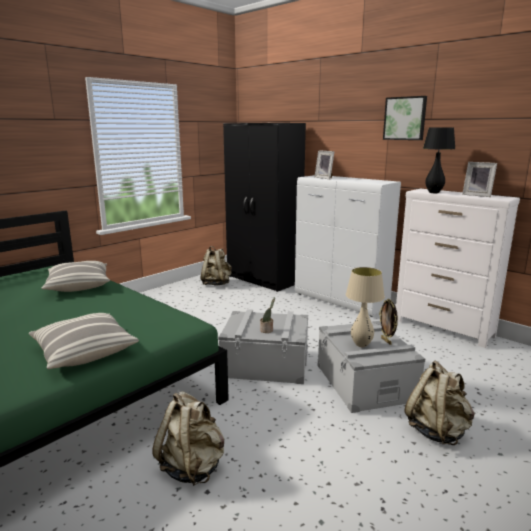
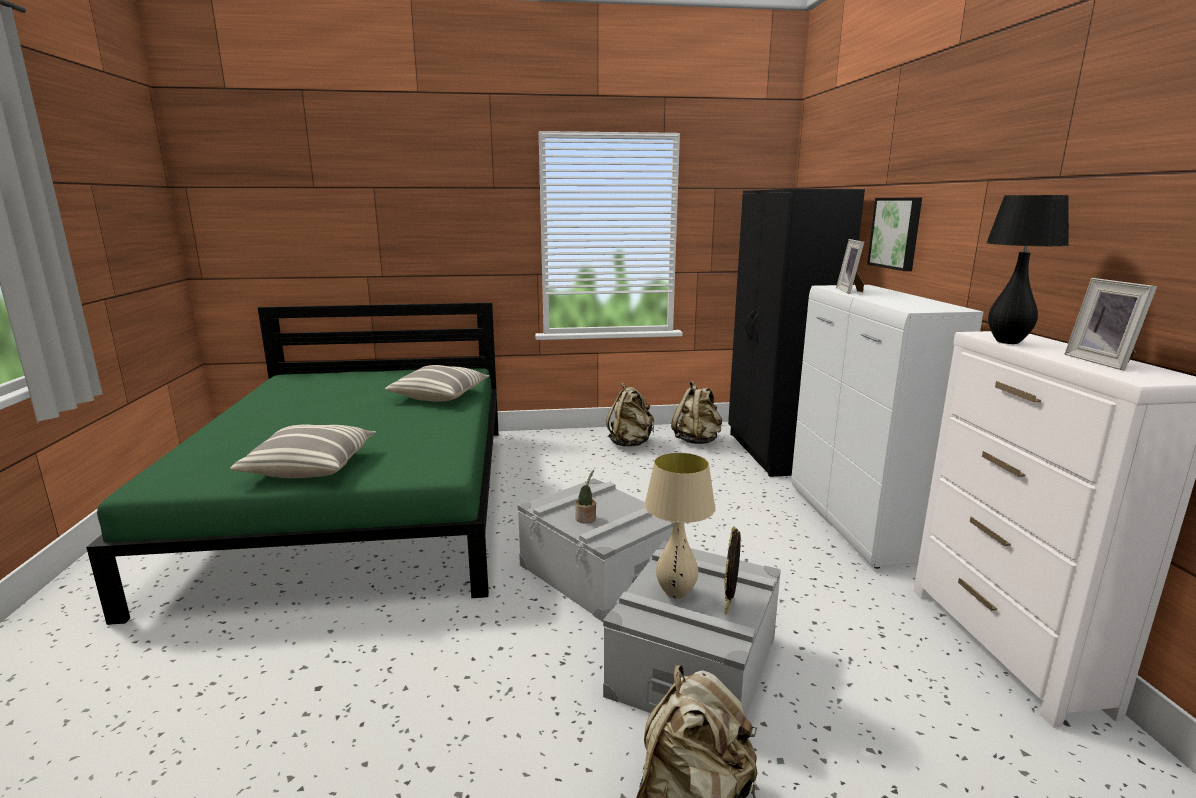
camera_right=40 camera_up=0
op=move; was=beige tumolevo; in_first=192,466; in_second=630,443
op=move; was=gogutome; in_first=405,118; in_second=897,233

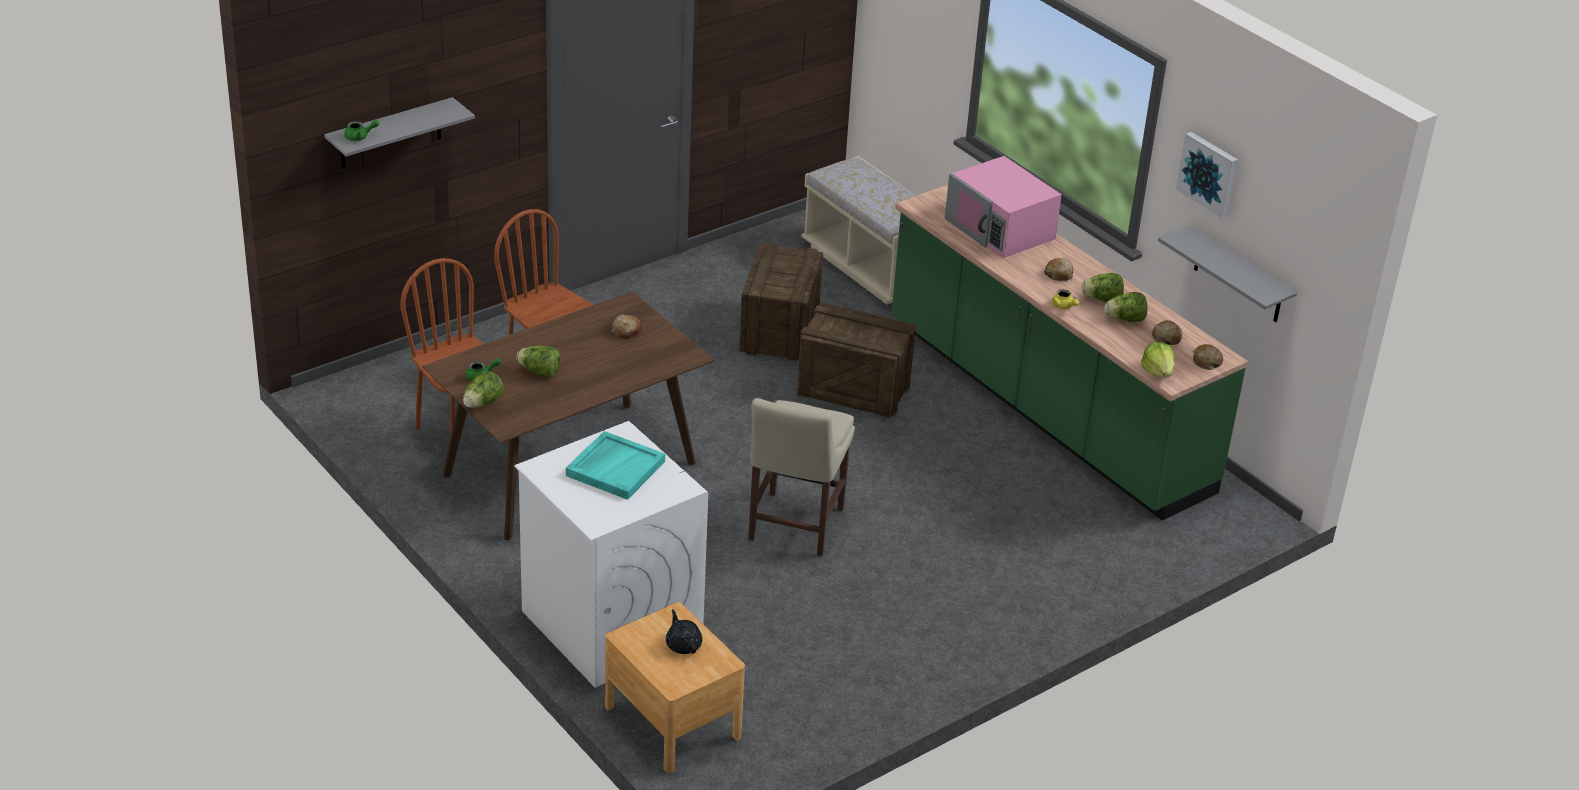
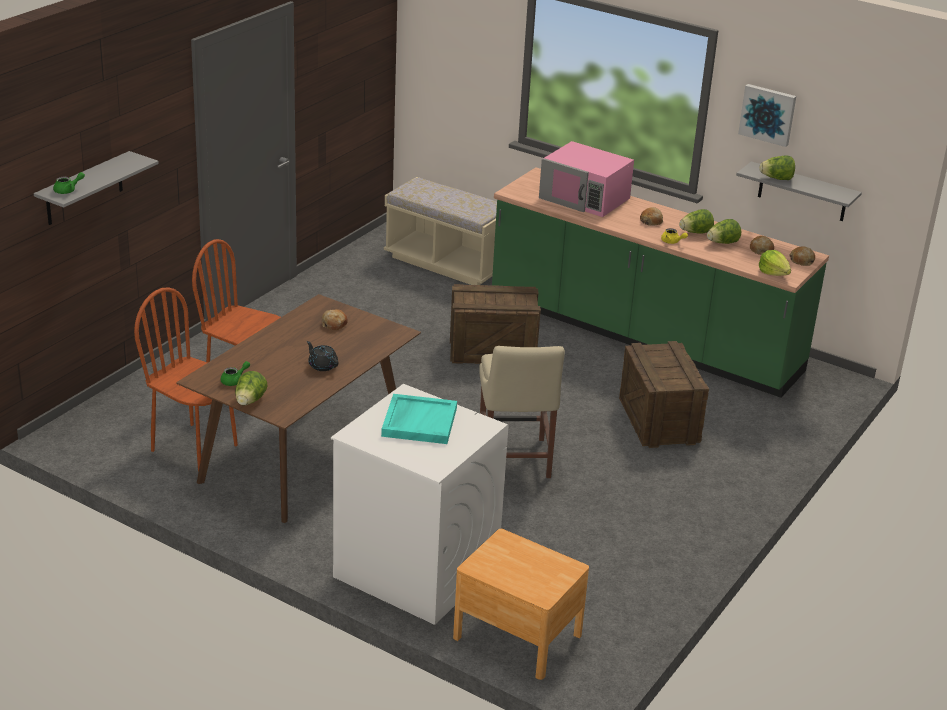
camera_right=-20 camera_up=-5
op=move; was=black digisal; in_first=683,644; in_second=322,365
op=move; was=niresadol; in_first=779,330; in_second=658,420
op=move; was=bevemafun; in_first=539,372; in_second=776,179

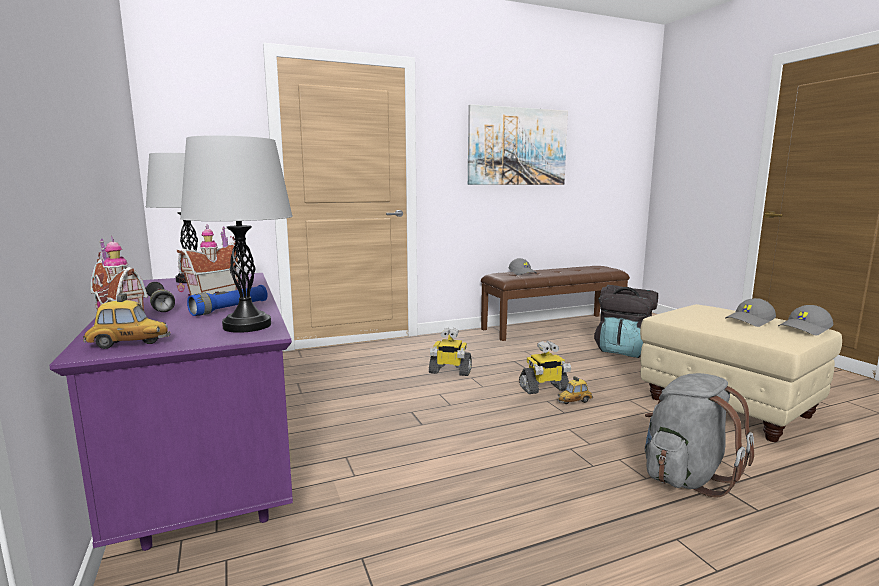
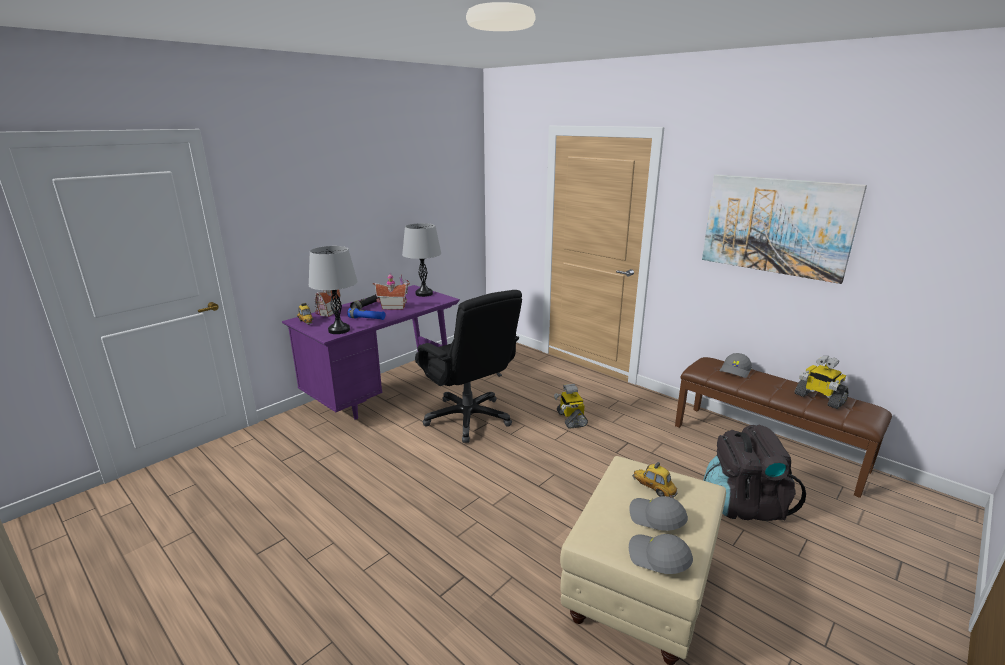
camera_right=65 camera_up=10
op=insert; now=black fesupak; in_second=468,418
op=move; was=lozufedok; in_first=574,402; in_second=653,489
op=move; was=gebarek; in_first=544,388; in_second=819,398
op=delete; was=grey tumolevo; in_first=685,476

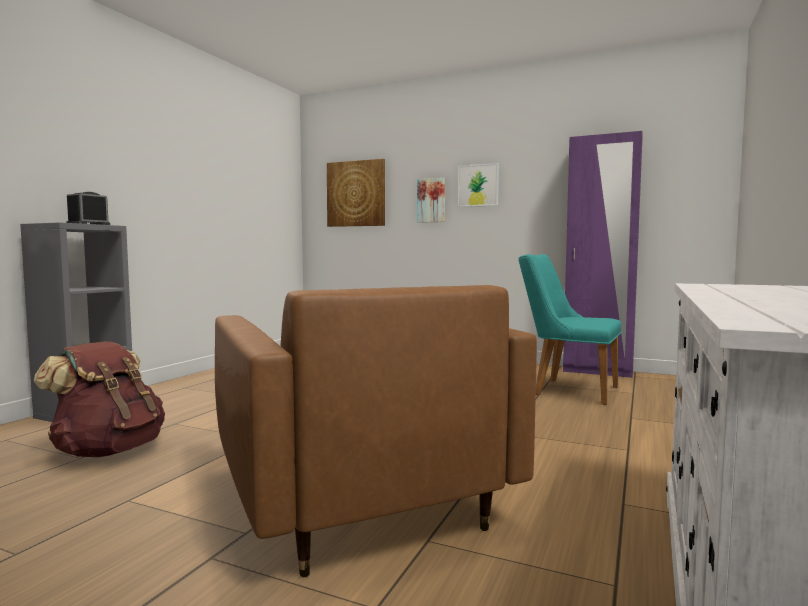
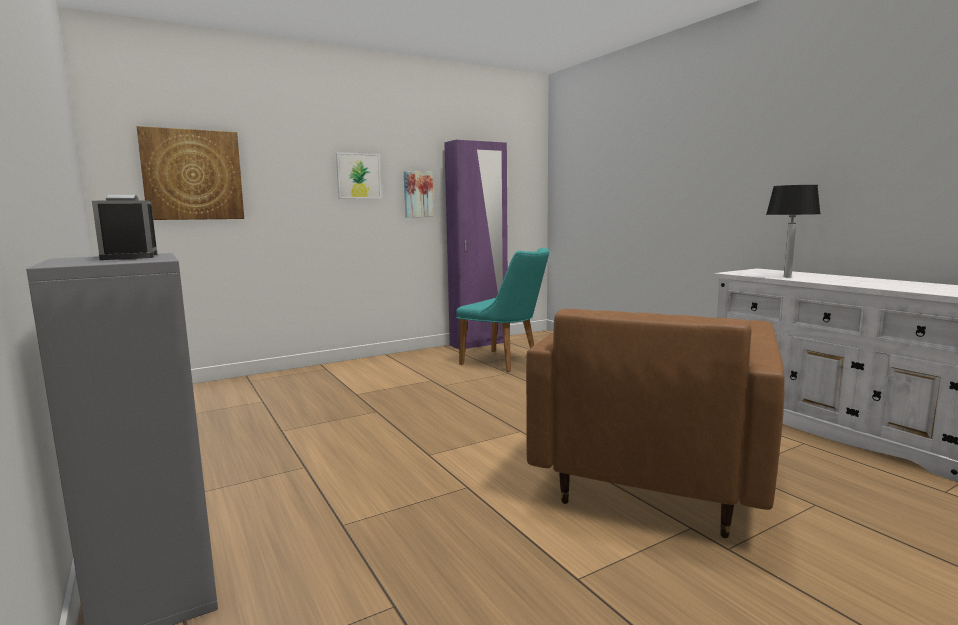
camera_right=-55 camera_up=5
op=move; was=gogutome; in_first=431,200; in_second=418,194
op=rotate; was=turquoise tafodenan; in_first=567,389; in_second=506,362; clockwise=-120
op=rotate; was=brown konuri; in_first=357,498; in_second=653,475; clockwise=105
op=insert; now=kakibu; in_second=787,277
op=delete; was=brown tumolevo; in_first=109,451

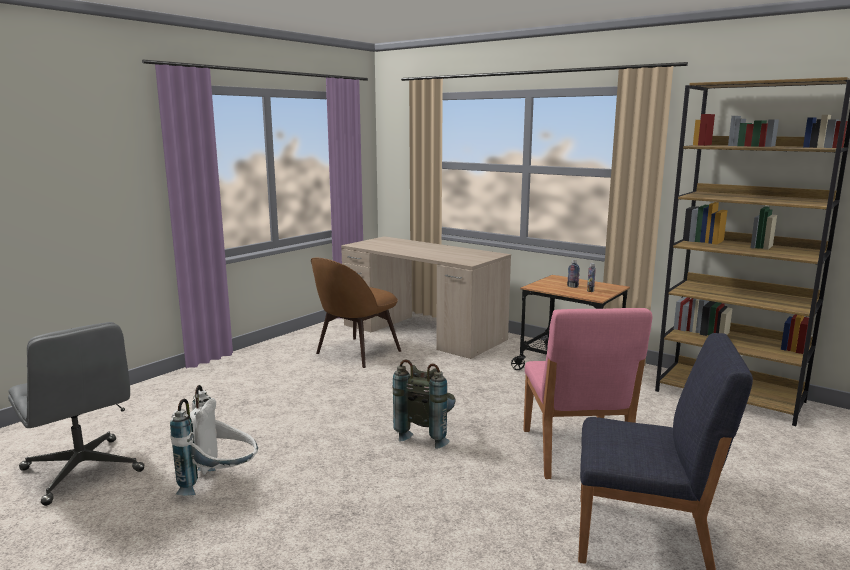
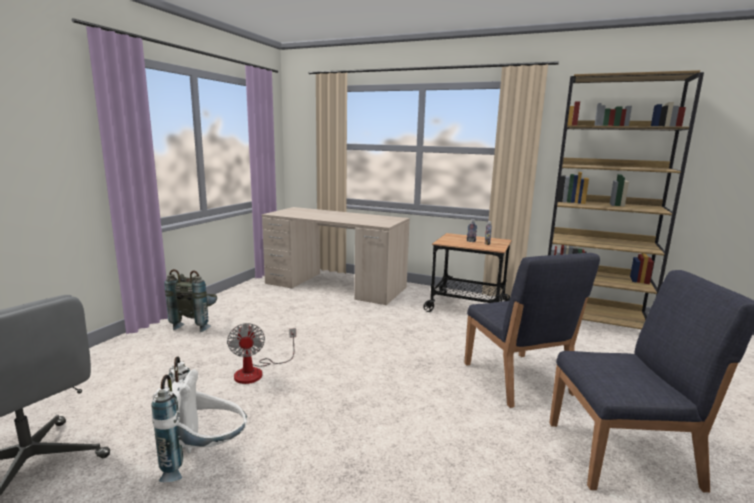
camera_right=-15 camera_up=0
op=move; was=grey tumolevo; in_first=427,434; in_second=196,324
op=insert; now=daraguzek; in_second=257,371
op=recolor; was=pink tafodenan; now=blue tafodenan; in_first=575,452; in_second=517,379
op=delete; was=brown tafodenan; in_first=356,353

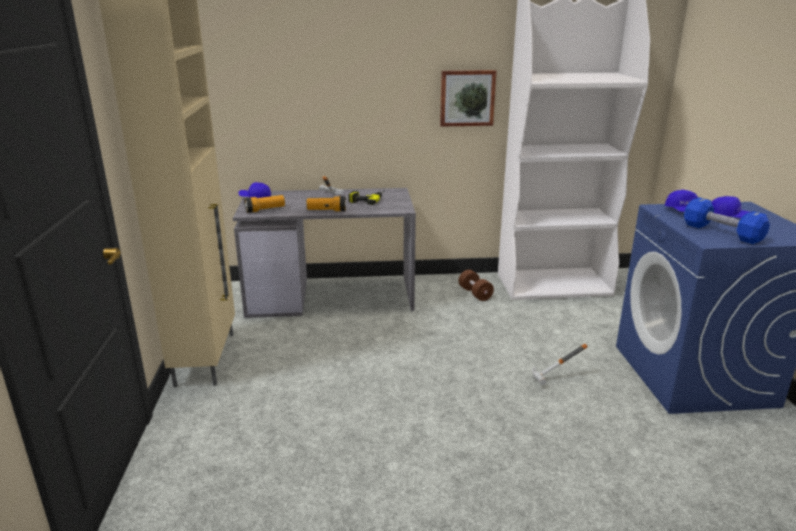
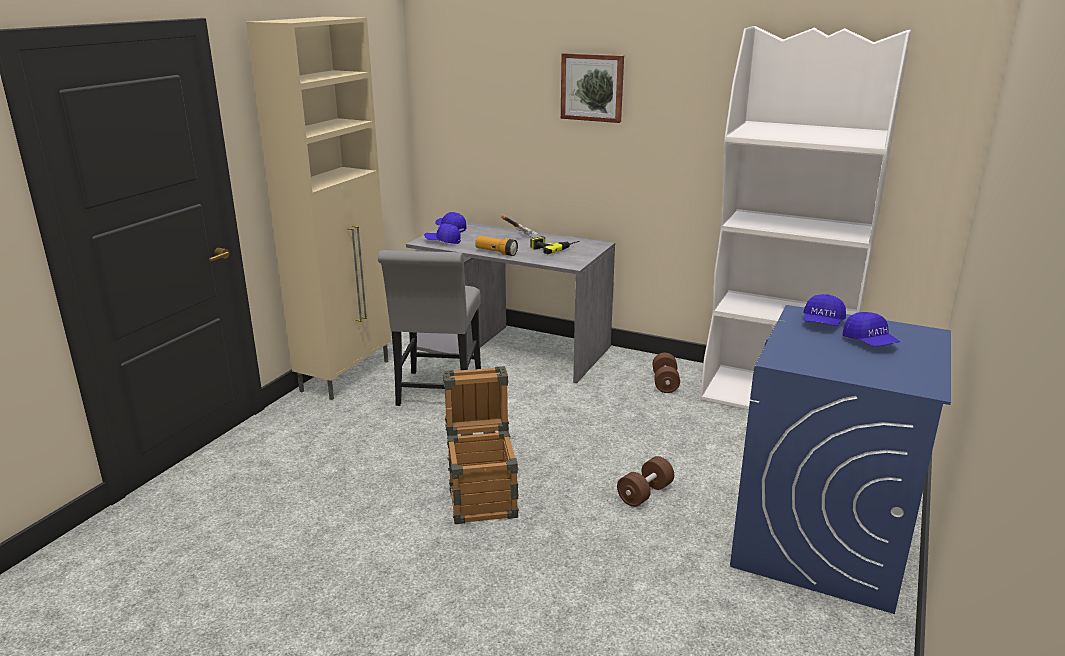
camera_right=30 camera_up=0
op=insert; now=grey tafodenan; in_second=438,393
op=replace; was=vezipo; now=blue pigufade; in_first=265,210; in_second=443,241
op=insert; now=niresadol; in_second=482,496
op=move; was=gogutome; in_first=467,98; in_second=592,87
op=replace; was=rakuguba; now=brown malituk; in_first=557,380; in_second=645,493
op=delete; was=blue malituk; in_first=722,233

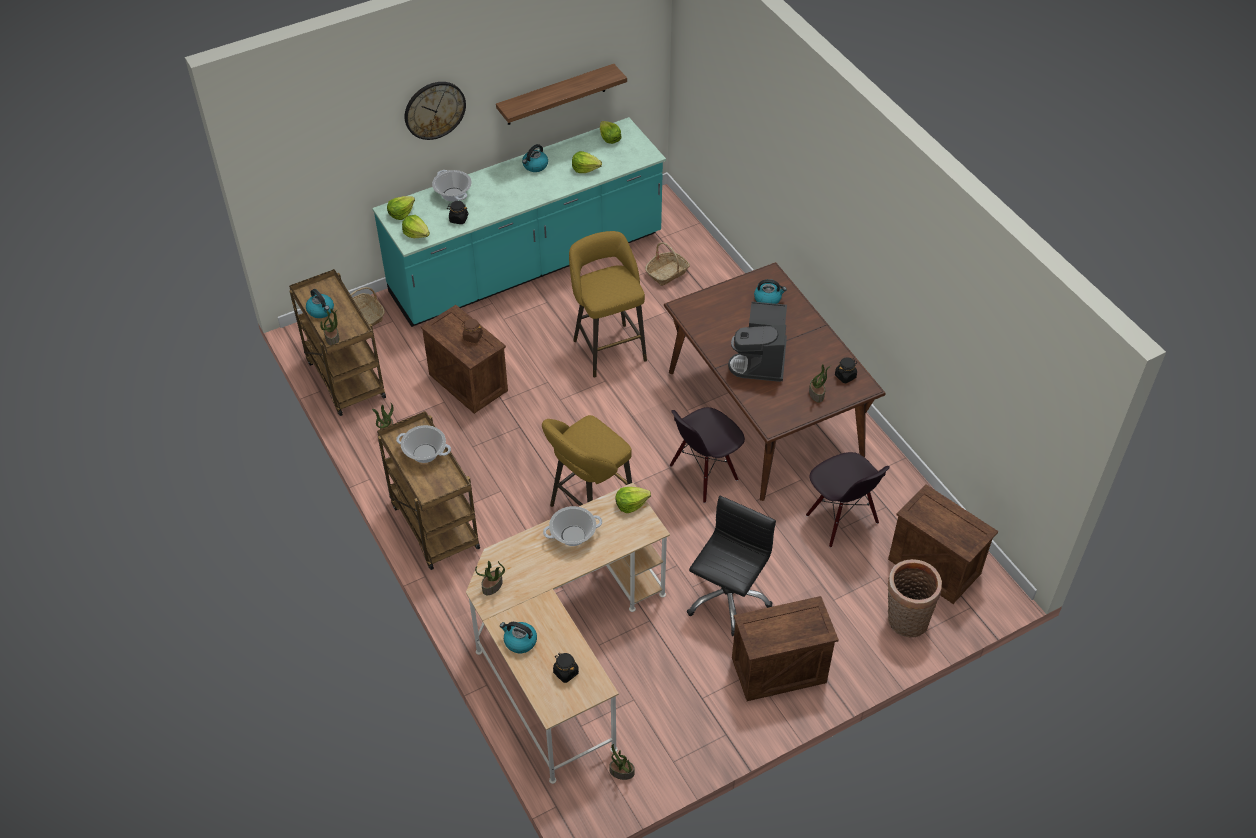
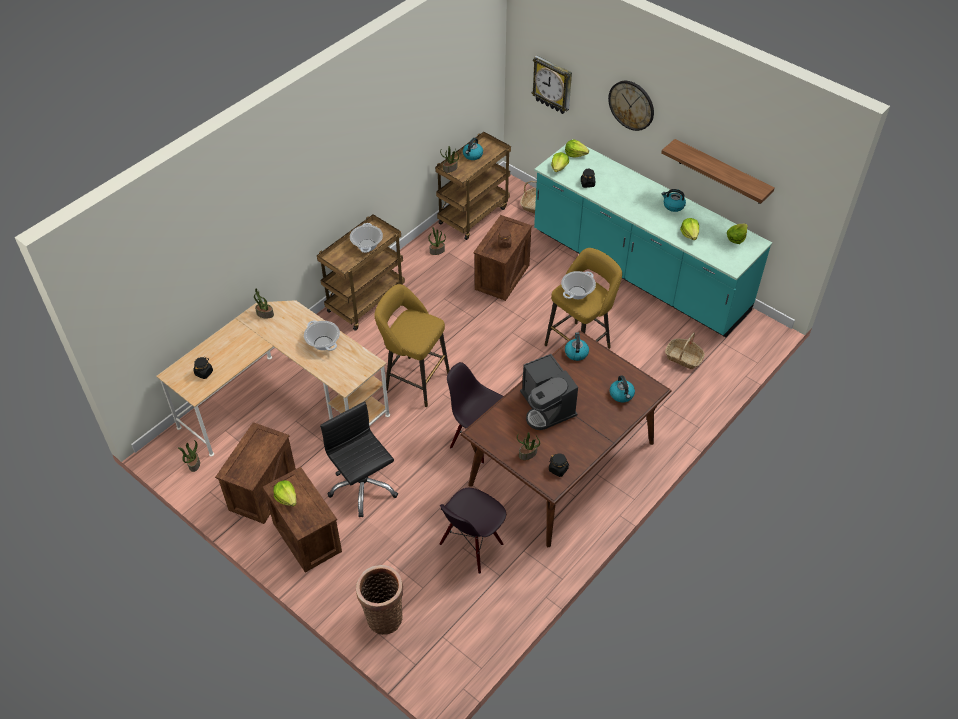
camera_right=70 camera_up=0
op=move; was=niresadol; in_first=933,567; in_second=262,490
op=move; was=bevemafun; in_first=631,504; in_second=287,498
op=rotate; was=black fesupak; in_first=727,598; in_second=363,487; clockwise=-135
op=rotate; was=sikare; in_first=761,361; in_second=547,407; clockwise=-105
op=insert; now=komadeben; in_second=552,85
op=move; was=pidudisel; in_first=453,194; in_second=577,292
op=move; was=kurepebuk; in_first=519,641; in_second=576,352

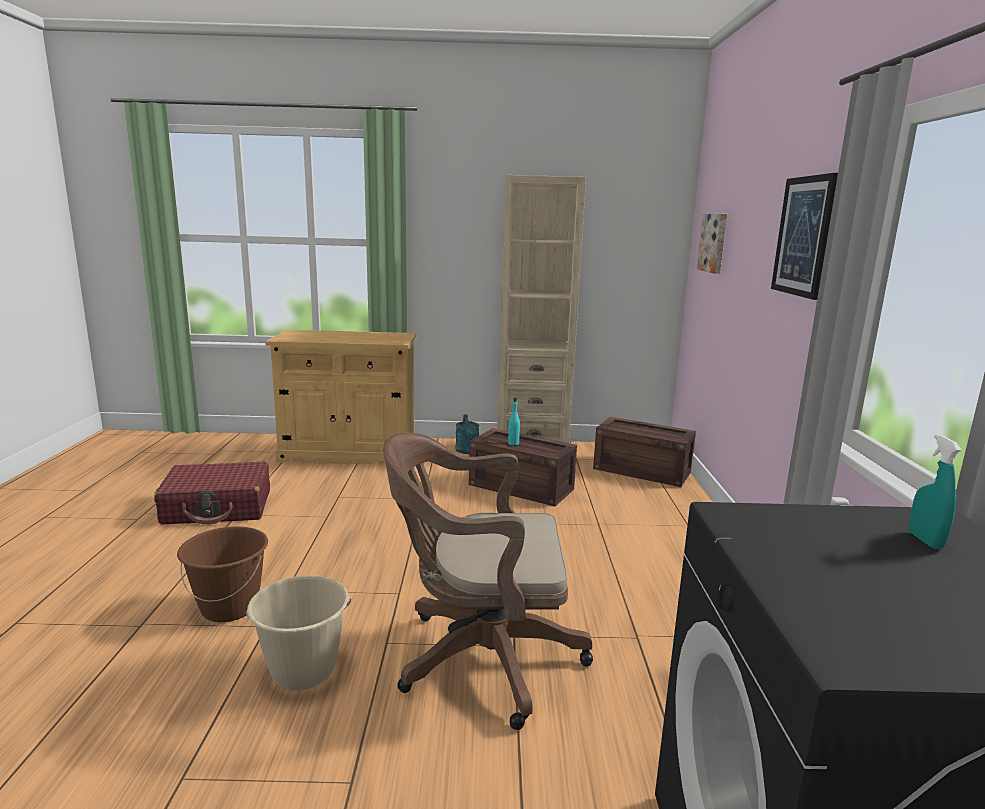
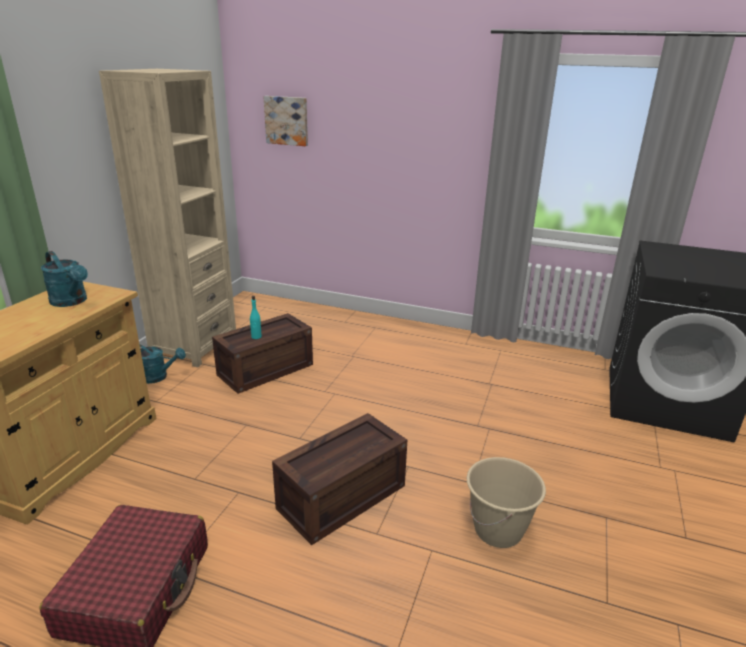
camera_right=-70 camera_up=10
op=insert; now=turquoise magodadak; in_second=72,302
op=move; was=niresadol; in_first=643,470; in_second=342,495
op=delete; was=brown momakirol; in_first=230,607
op=delete; was=brown fesupak; in_first=480,658
op=delete; was=gogutome; in_first=804,236
op=delete; was=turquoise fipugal; in_first=925,540

